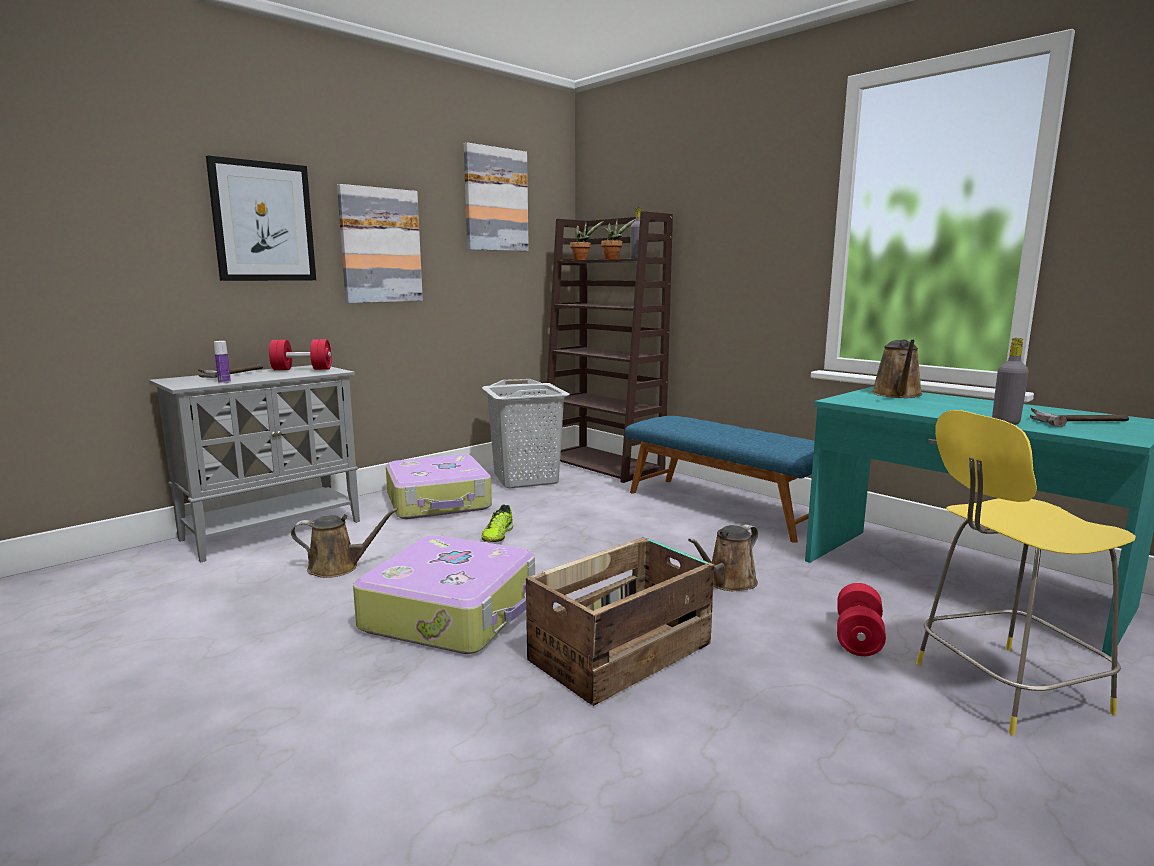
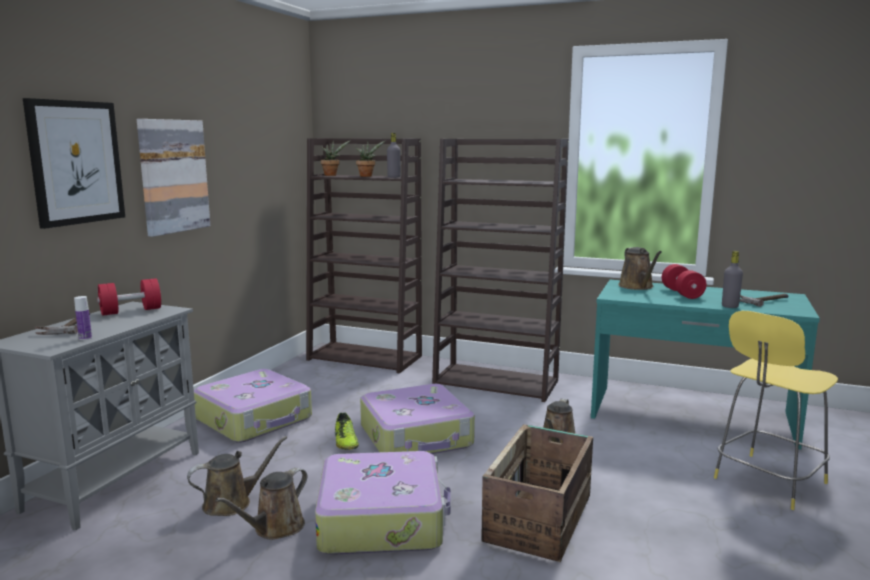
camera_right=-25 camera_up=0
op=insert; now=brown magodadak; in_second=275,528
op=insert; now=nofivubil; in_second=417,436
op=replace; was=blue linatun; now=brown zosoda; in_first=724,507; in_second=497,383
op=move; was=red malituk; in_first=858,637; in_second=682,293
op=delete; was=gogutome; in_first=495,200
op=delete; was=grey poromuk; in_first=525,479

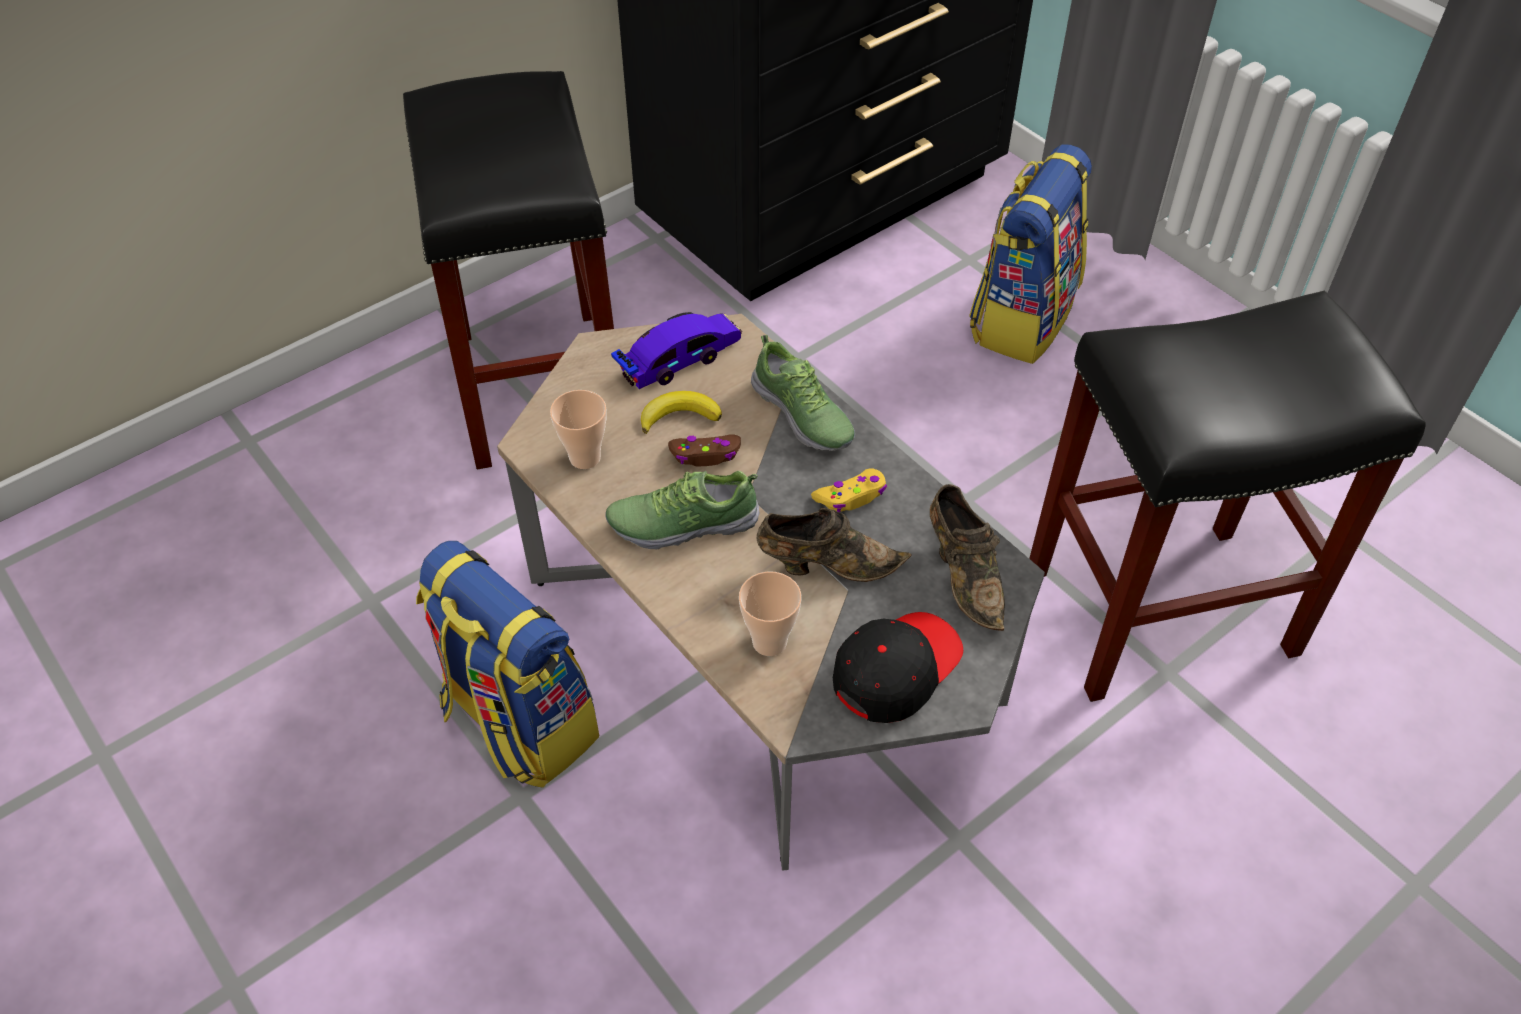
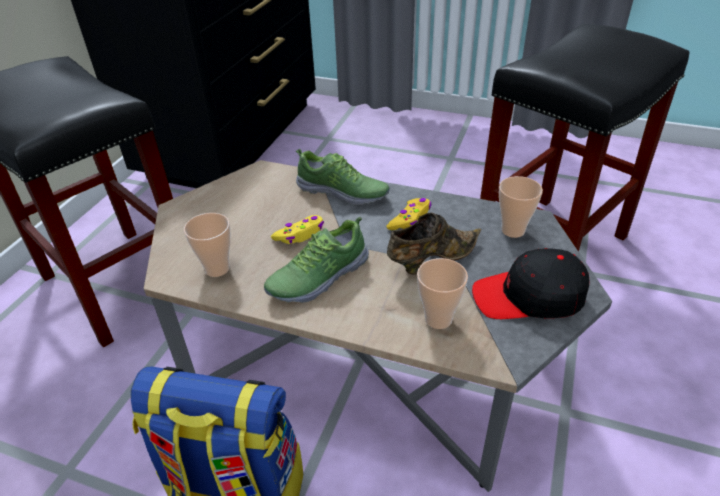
camera_right=-30 camera_up=-10
op=recolor; was=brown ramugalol; now=yellow ramugalol; in_first=705,455; in_second=300,234
op=rotate; was=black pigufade; in_first=896,669; in_second=529,297; clockwise=-105
op=replace; was=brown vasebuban; now=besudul; in_first=964,575; in_second=513,230
op=delete; was=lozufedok; in_first=680,359
op=delete; was=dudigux; in_first=679,416
op=delete; was=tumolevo; in_first=1021,318

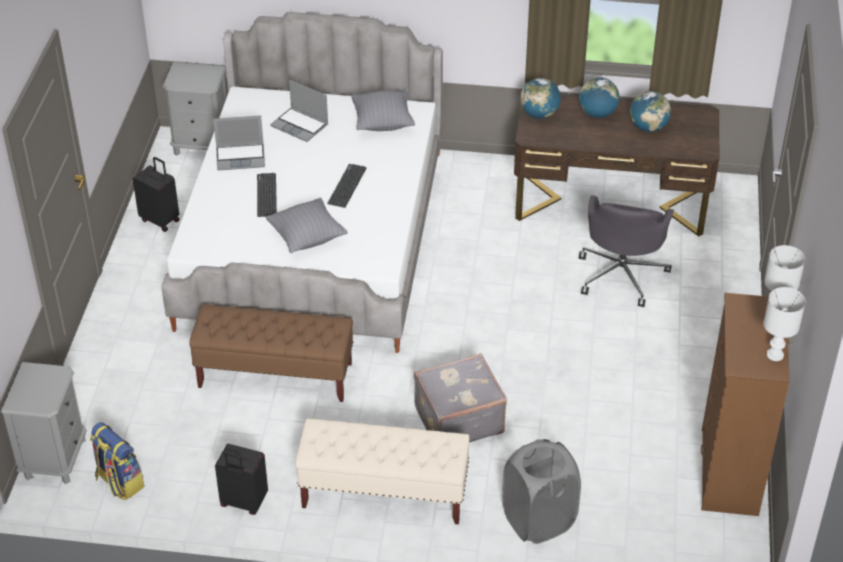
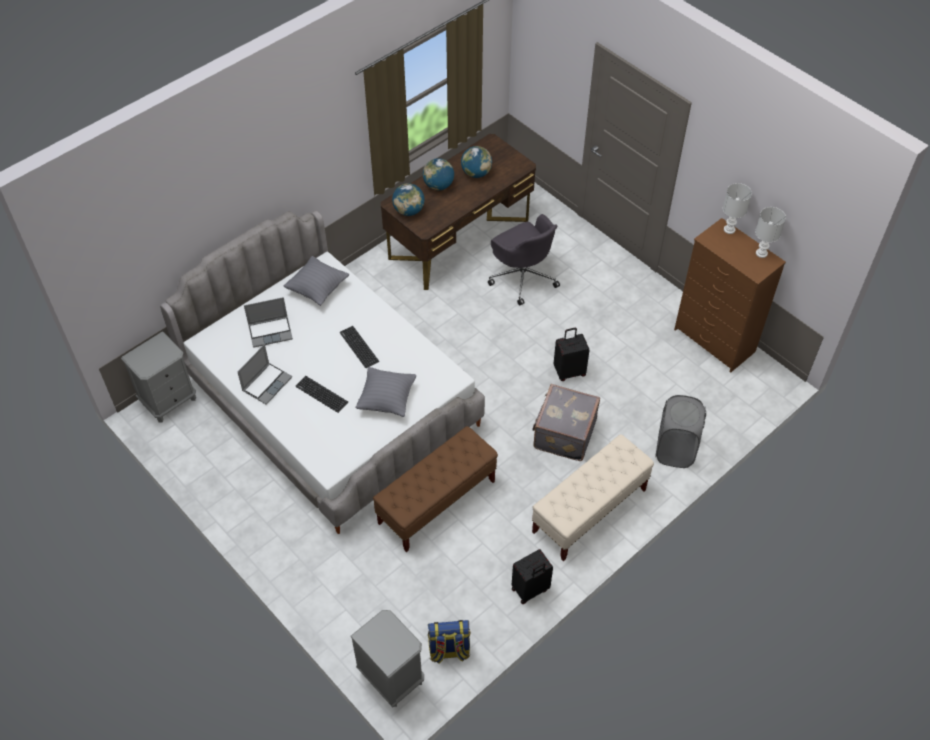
camera_right=-50 camera_up=10
op=move; was=black nofivubil; in_first=160,220; in_second=569,371

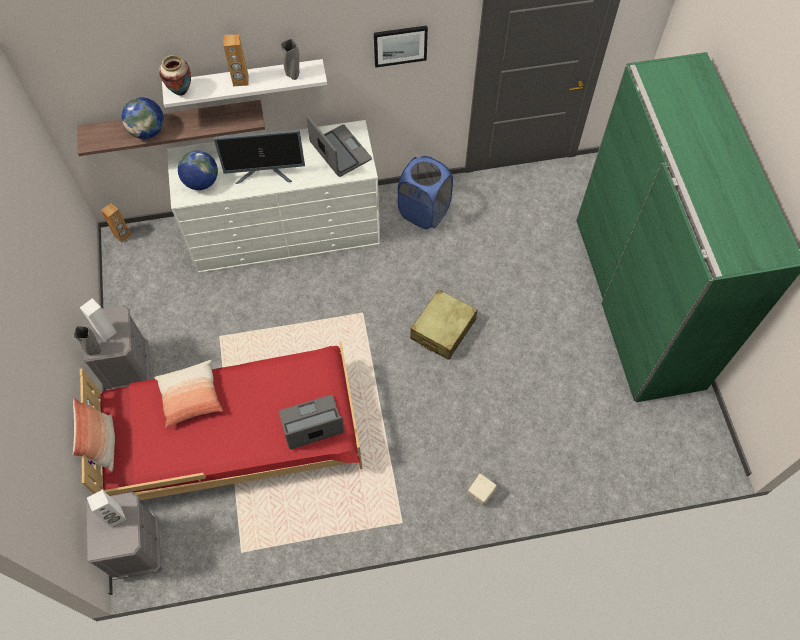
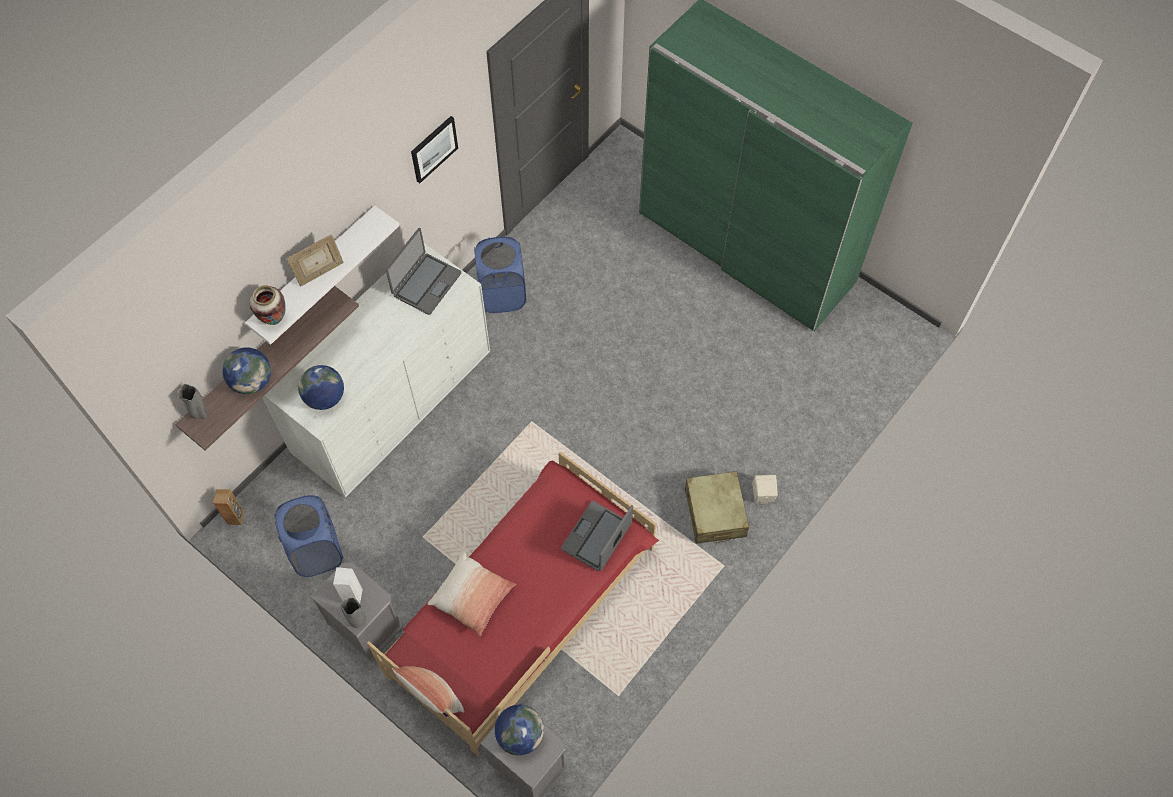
camera_right=-40 camera_up=0
op=move; was=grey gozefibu; in_first=293,75; in_second=200,413
op=insert; now=blue poromuk; in_second=317,551
op=replace; was=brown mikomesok; now=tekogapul; in_first=240,80; in_second=320,273
op=rotate; was=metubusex; in_first=340,152; in_second=426,284; clockwise=105
op=replace; was=white mikomesok; now=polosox; in_first=116,517; in_second=520,735
op=move; was=beige nofivubil; in_first=442,329; in_second=715,513
op=delete; was=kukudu; in_first=265,173

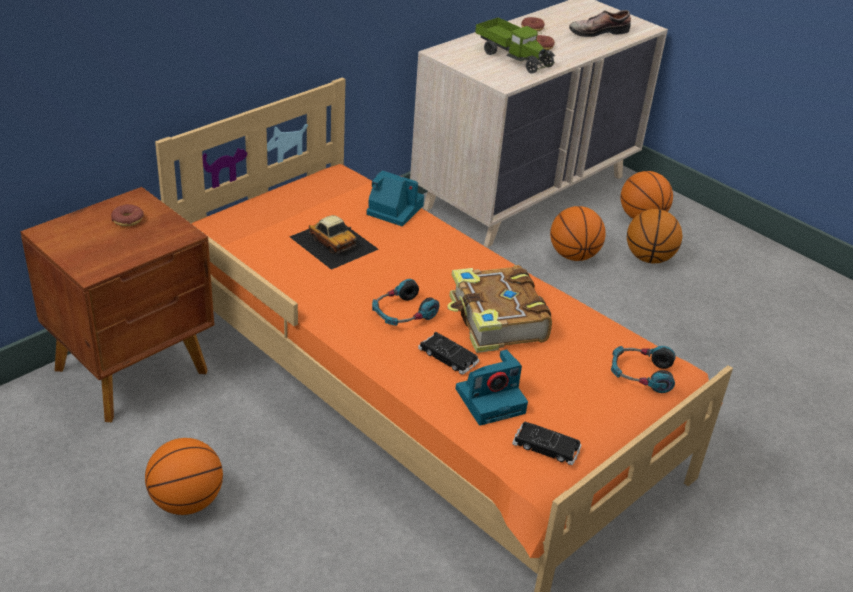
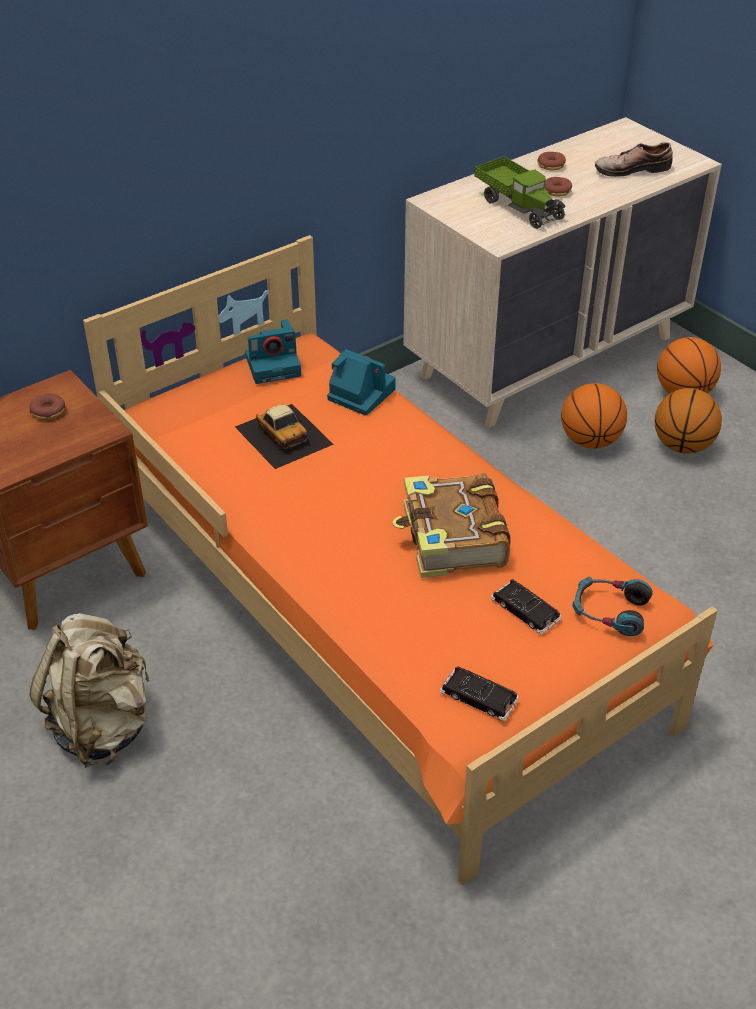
camera_right=10 camera_up=5
op=replace; was=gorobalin; now=beige tumolevo; in_first=186,501; in_second=102,725
op=move; was=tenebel; in_first=491,400; in_second=274,365
op=move; was=black lozufedok; in_first=448,357; in_second=525,610
op=delete; was=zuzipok; in_first=403,313

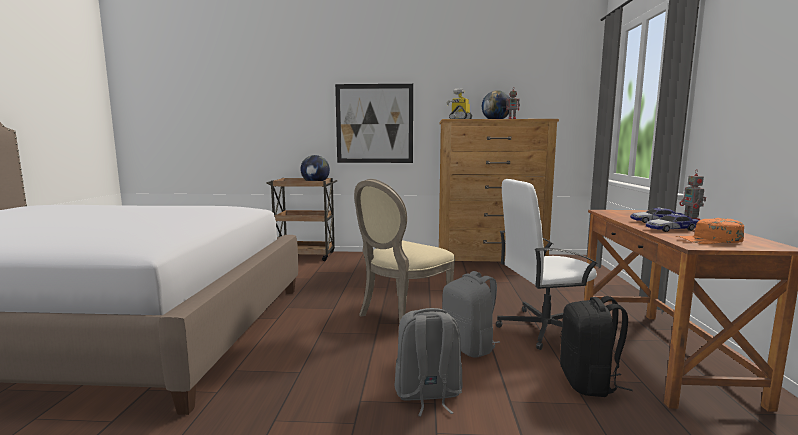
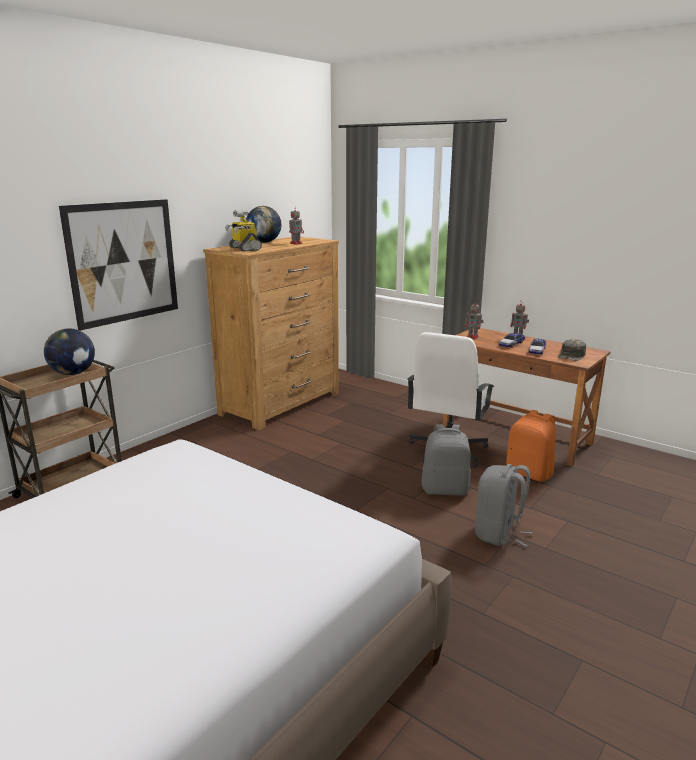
camera_right=-55 camera_up=10
op=insert; now=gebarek; in_second=473,337
op=recolor; was=black tumolevo; now=orange tumolevo; in_first=589,383; in_second=530,473
op=recolor; was=orange pigufade; now=green pigufade; in_first=709,240; in_second=571,355
op=delete; was=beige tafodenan; in_first=401,314

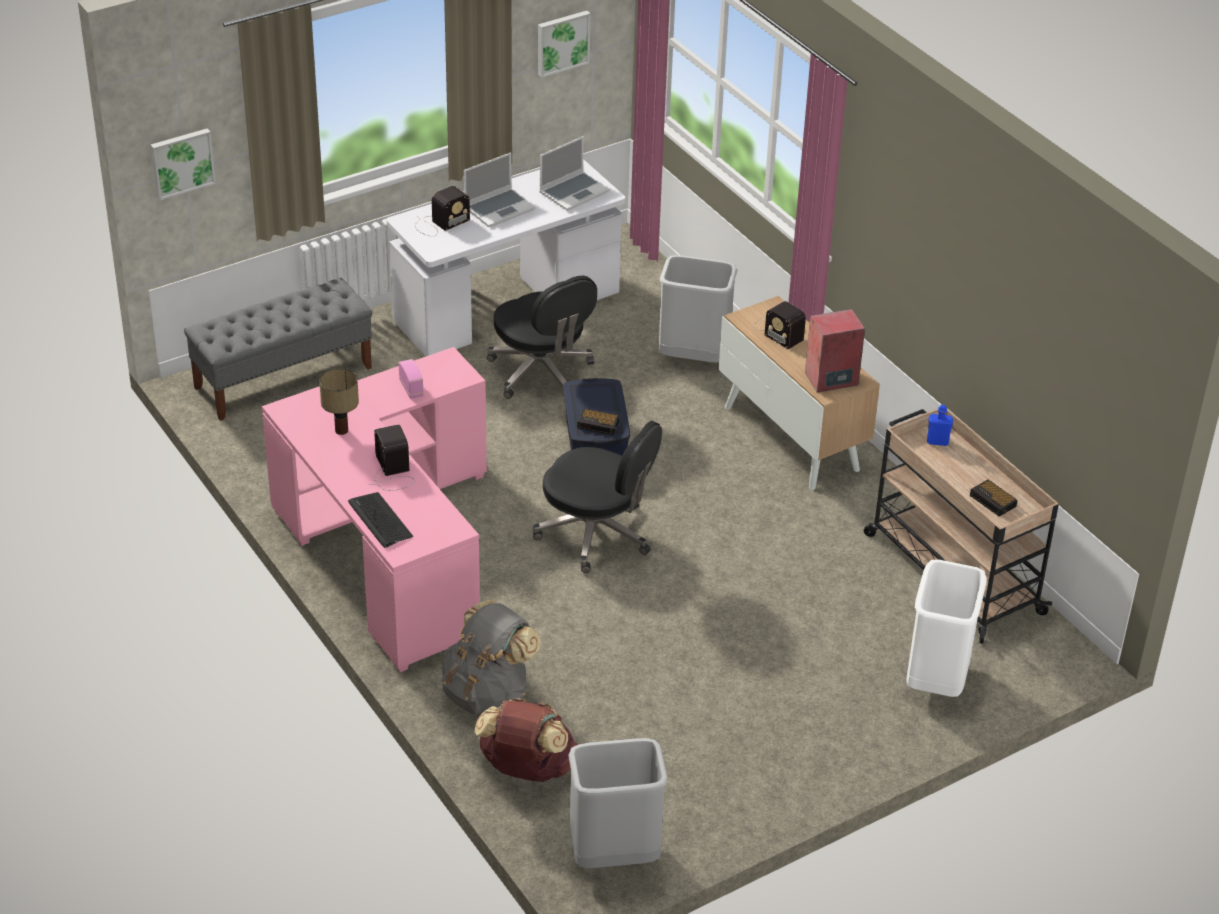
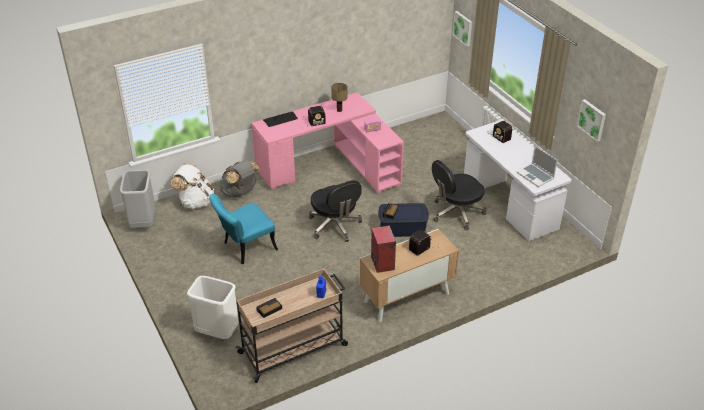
camera_right=95 camera_up=0
op=recolor; was=brown tumolevo; now=white tumolevo; in_first=527,769; in_second=195,201
op=insert; now=turquoise tafodenan; in_second=245,248
op=rotate; was=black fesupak; in_first=596,534; in_second=335,226; clockwise=-60
op=delete; was=grey linatun; in_first=284,377
op=delete; was=metubusex; in_first=499,208
op=delete; was=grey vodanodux; in_first=694,357

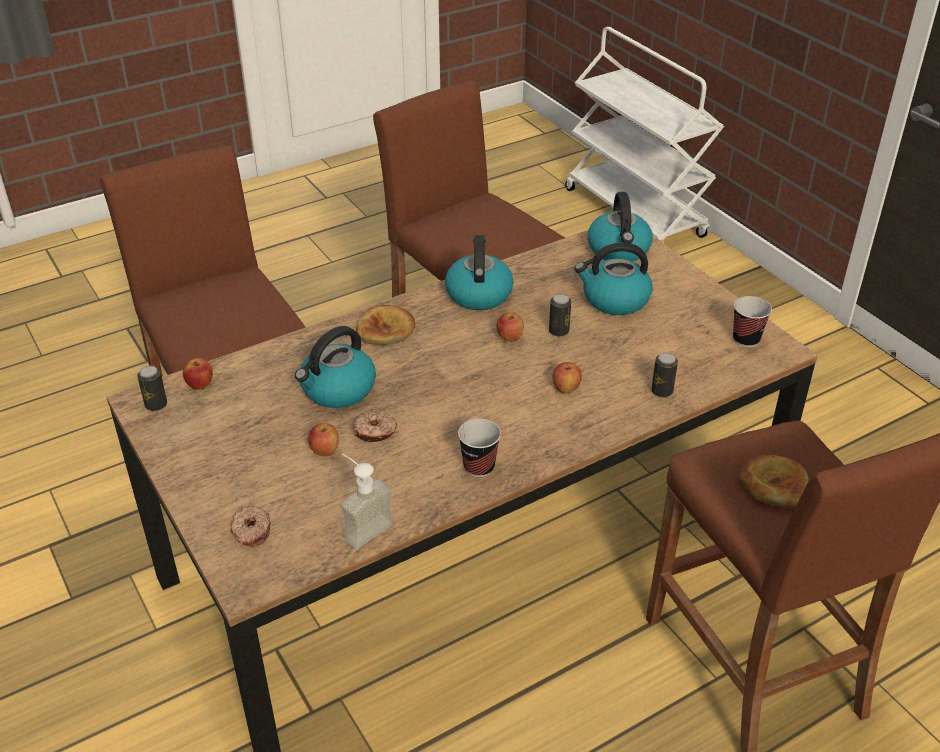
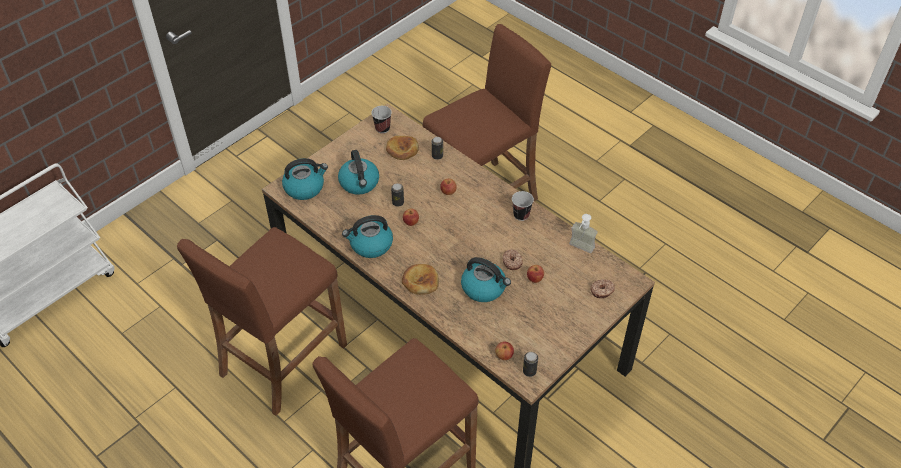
camera_right=-105 camera_up=10
op=move; was=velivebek; in_first=774,484; in_second=402,149

